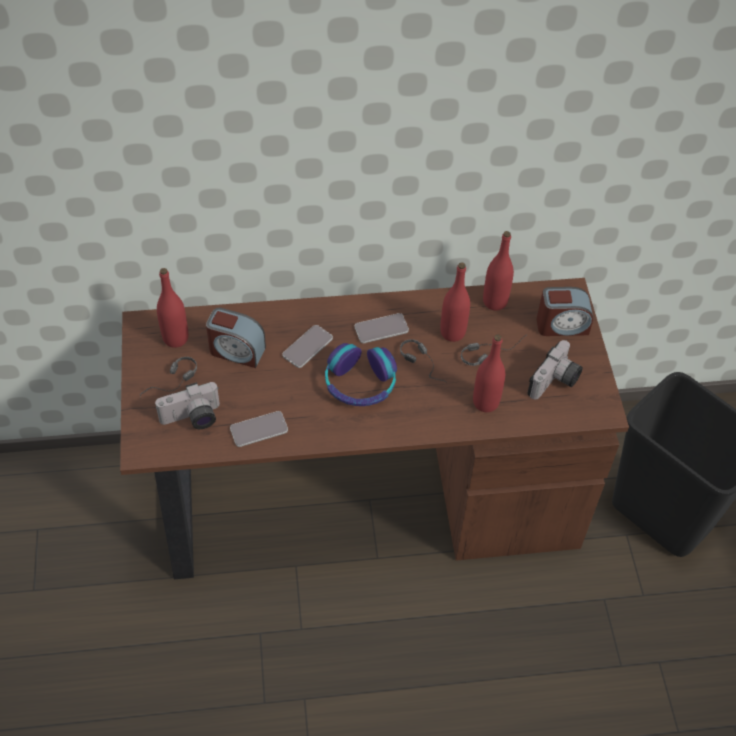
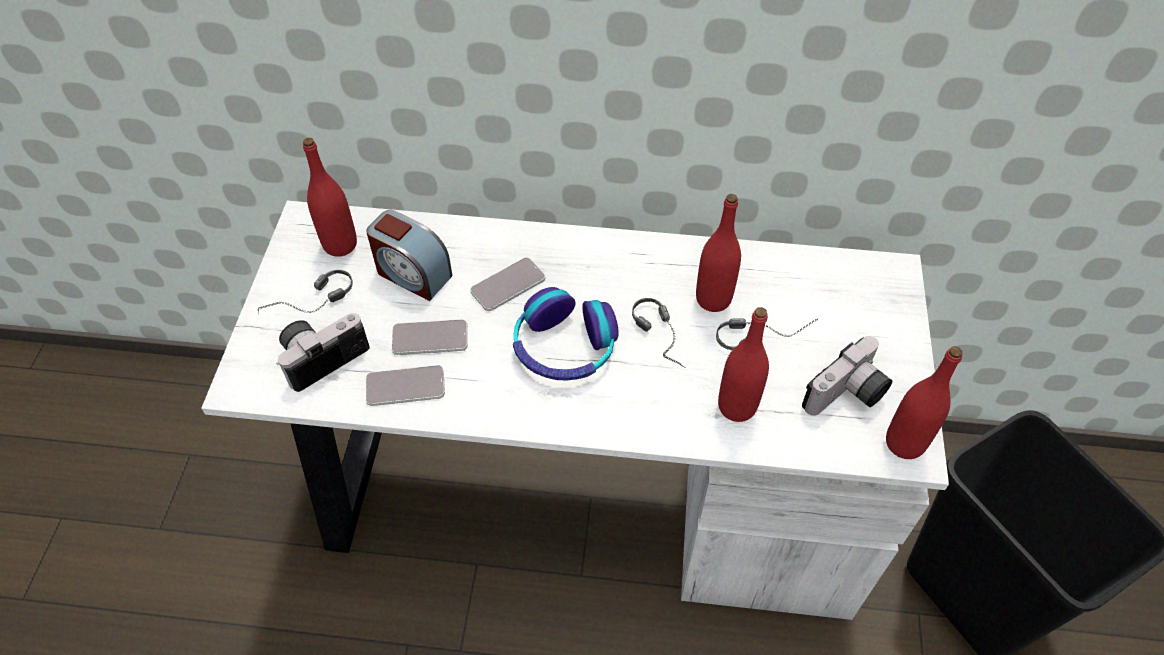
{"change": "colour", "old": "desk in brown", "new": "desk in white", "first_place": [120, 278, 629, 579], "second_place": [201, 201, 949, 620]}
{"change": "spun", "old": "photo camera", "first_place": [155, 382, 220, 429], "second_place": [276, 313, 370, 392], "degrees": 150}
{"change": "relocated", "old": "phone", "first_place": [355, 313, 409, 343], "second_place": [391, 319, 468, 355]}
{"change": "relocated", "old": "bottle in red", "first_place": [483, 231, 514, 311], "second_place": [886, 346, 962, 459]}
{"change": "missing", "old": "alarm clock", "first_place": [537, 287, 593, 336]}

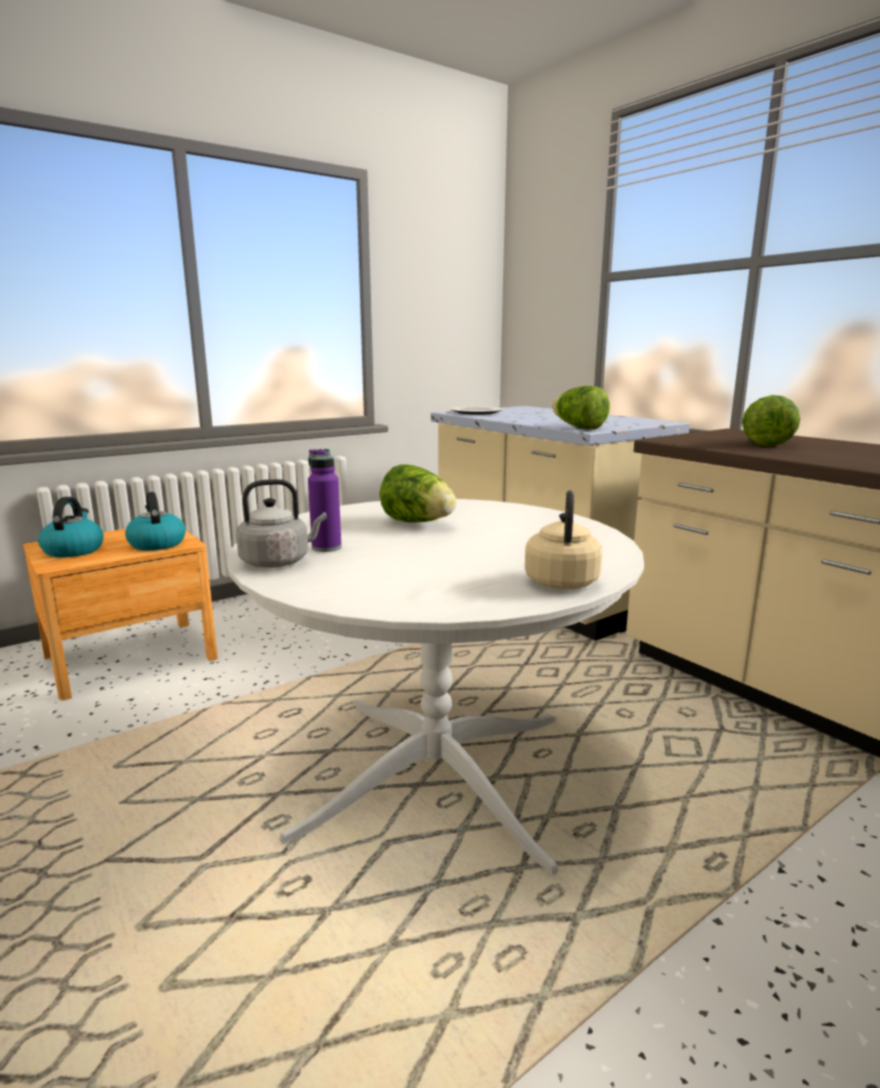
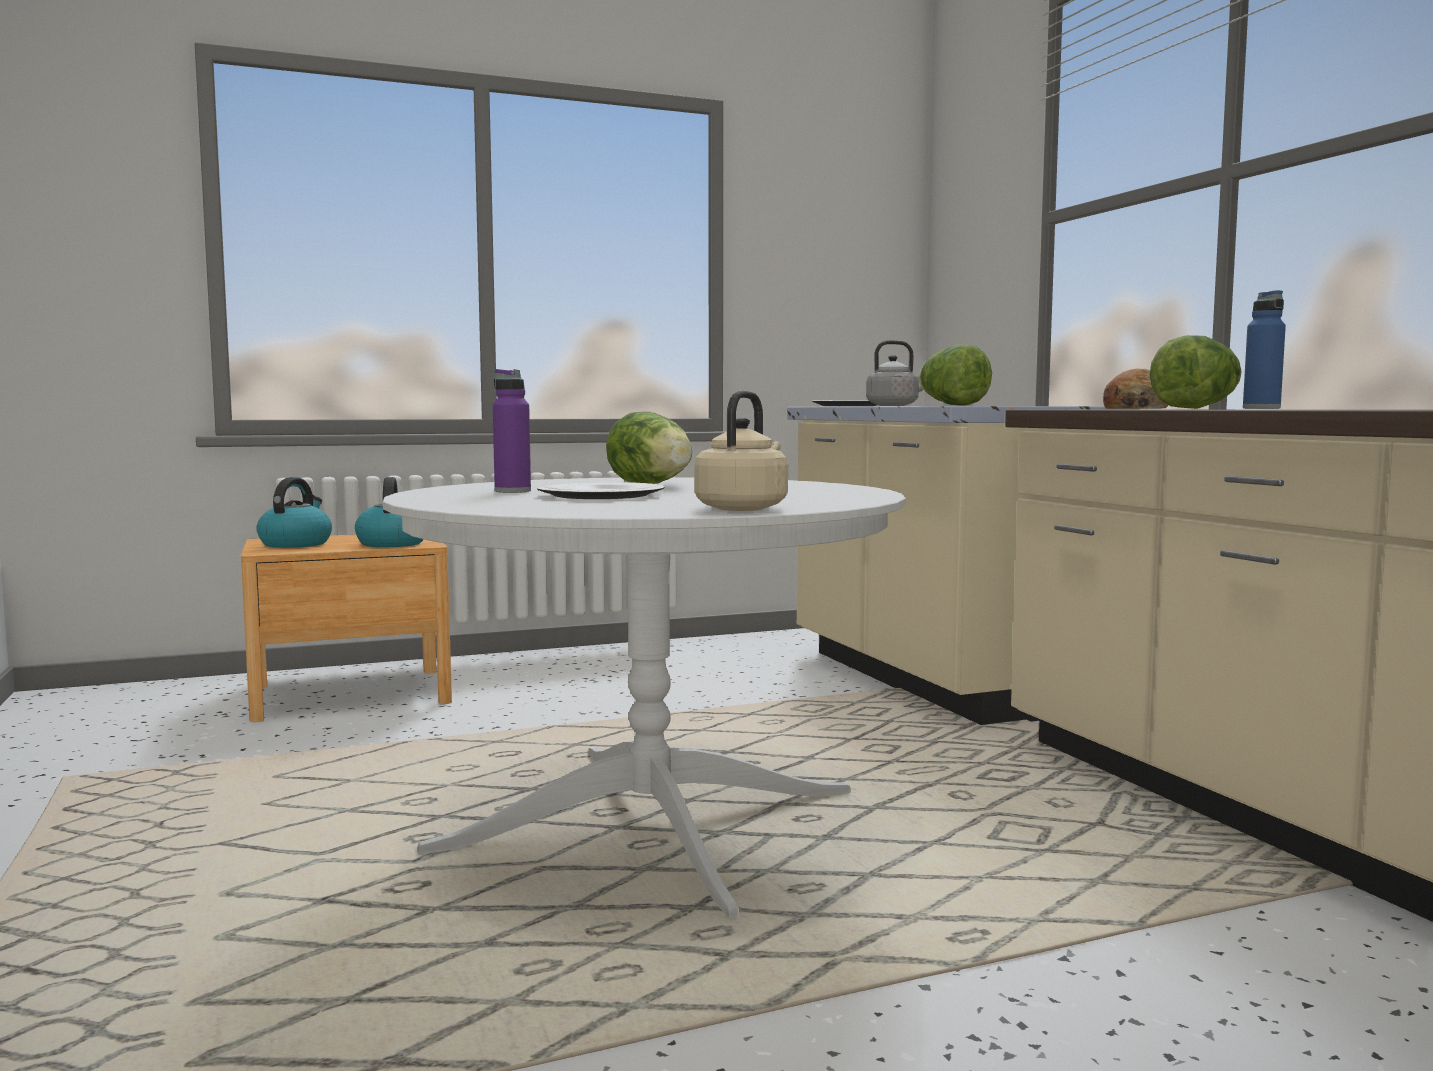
{"change": "appeared", "new": "plate", "second_place": [537, 482, 665, 499]}
{"change": "relocated", "old": "kettle in grey", "first_place": [236, 479, 327, 568], "second_place": [866, 340, 924, 406]}
{"change": "appeared", "new": "bread", "second_place": [1103, 368, 1169, 409]}
{"change": "appeared", "new": "bottle in blue", "second_place": [1243, 290, 1286, 409]}

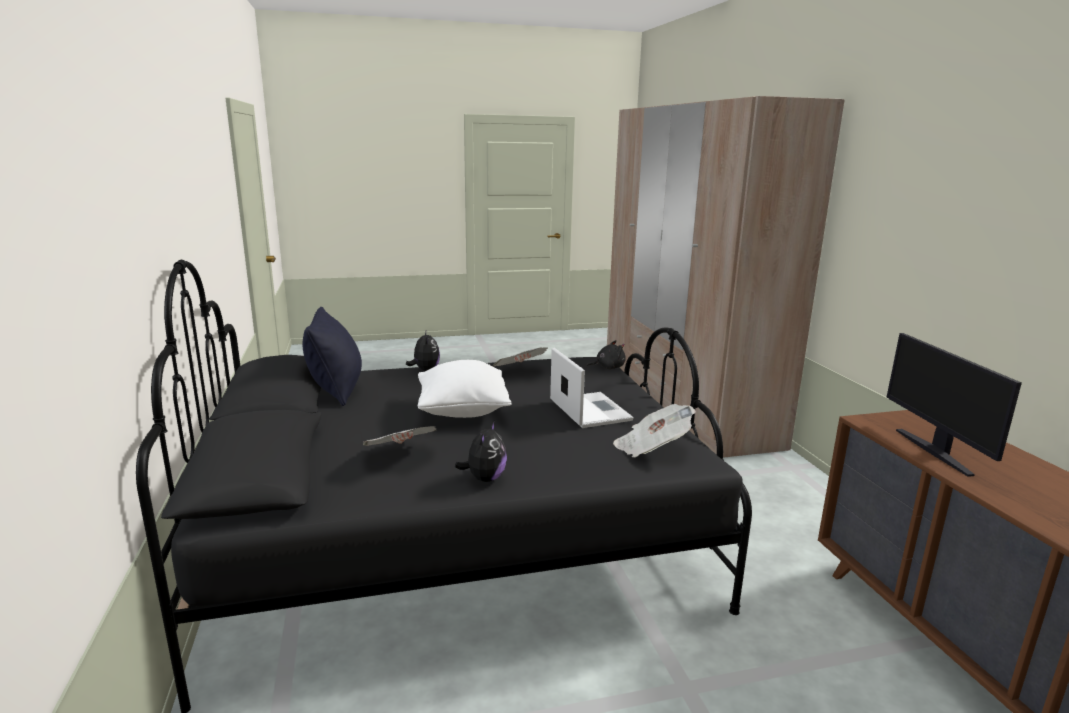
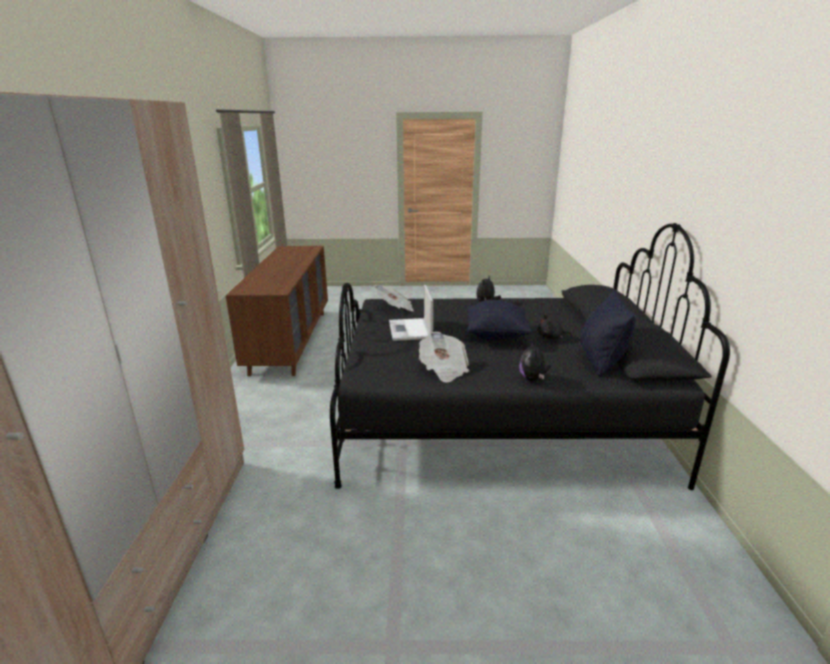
{"change": "colour", "old": "pillow in white", "new": "pillow in black", "first_place": [418, 360, 512, 418], "second_place": [467, 299, 532, 340]}
{"change": "relocated", "old": "plush toy in black", "first_place": [586, 340, 626, 369], "second_place": [538, 314, 572, 339]}
{"change": "missing", "old": "newspaper", "first_place": [363, 426, 436, 446]}
{"change": "missing", "old": "monitor", "first_place": [886, 333, 1022, 477]}

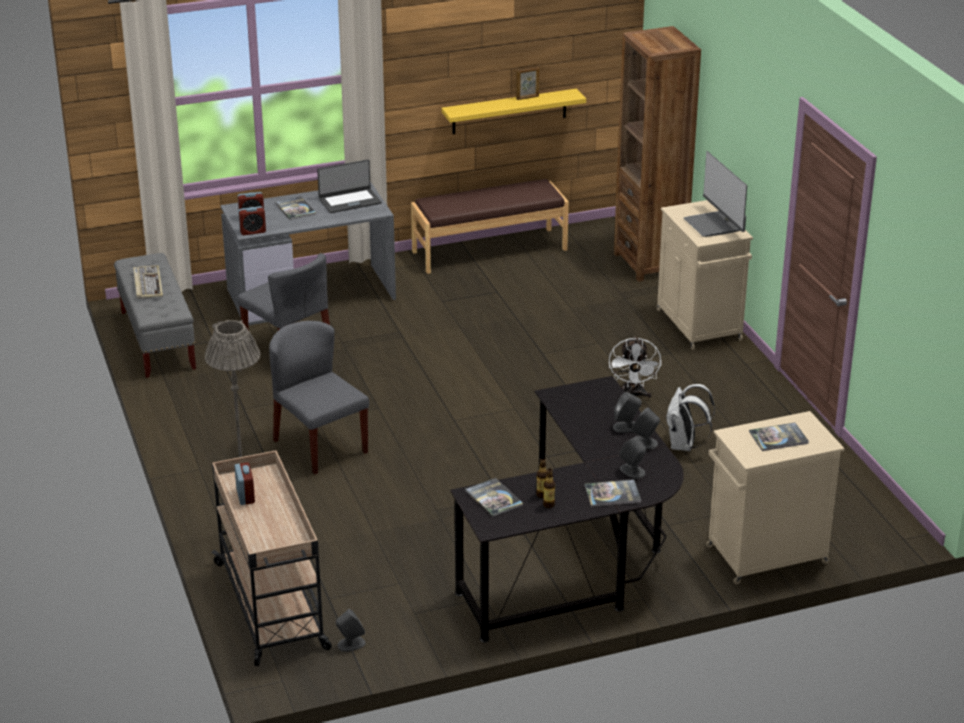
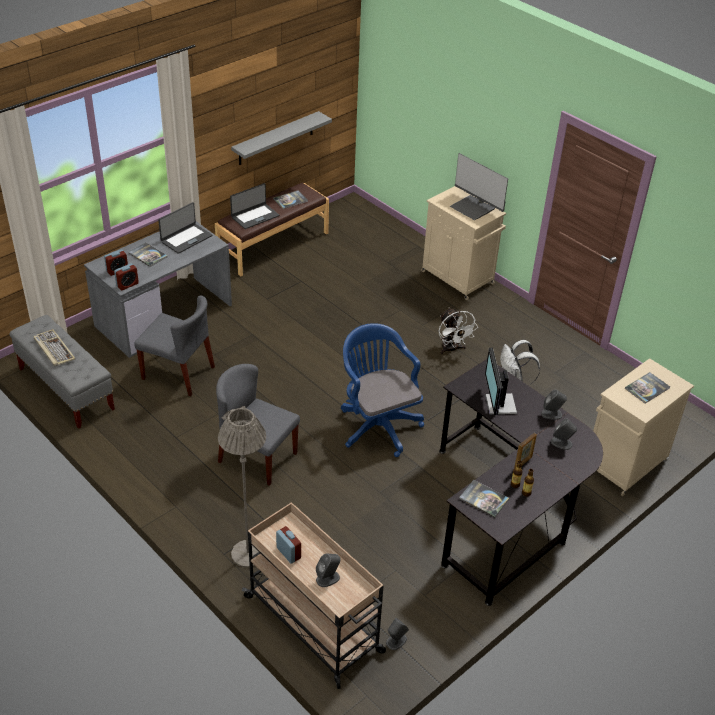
{"change": "appeared", "new": "laptop", "second_place": [230, 183, 279, 229]}
{"change": "colour", "old": "shelf in yellow", "new": "shelf in grey", "first_place": [442, 89, 586, 134], "second_place": [231, 111, 332, 165]}
{"change": "relocated", "old": "book", "first_place": [584, 479, 641, 507], "second_place": [273, 190, 308, 209]}
{"change": "relocated", "old": "speaker in grey", "first_place": [613, 392, 642, 433], "second_place": [316, 554, 341, 587]}
{"change": "appeared", "new": "office chair in blue", "second_place": [341, 323, 424, 457]}
{"change": "appeared", "new": "monitor", "second_place": [485, 348, 517, 415]}
{"change": "relocated", "old": "picture frame", "first_place": [516, 67, 539, 100], "second_place": [514, 433, 537, 468]}
{"change": "missing", "old": "bookcase in brown", "first_place": [614, 26, 701, 282]}

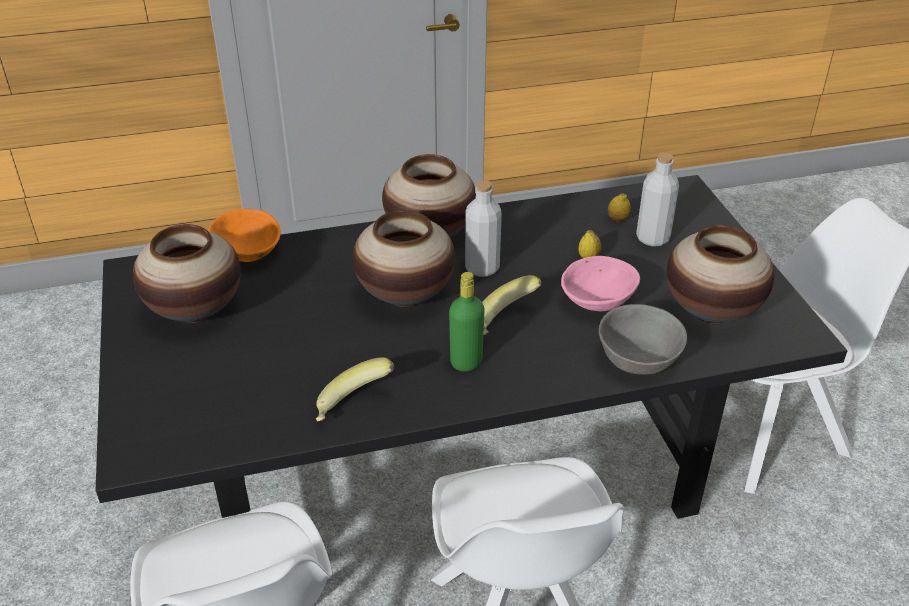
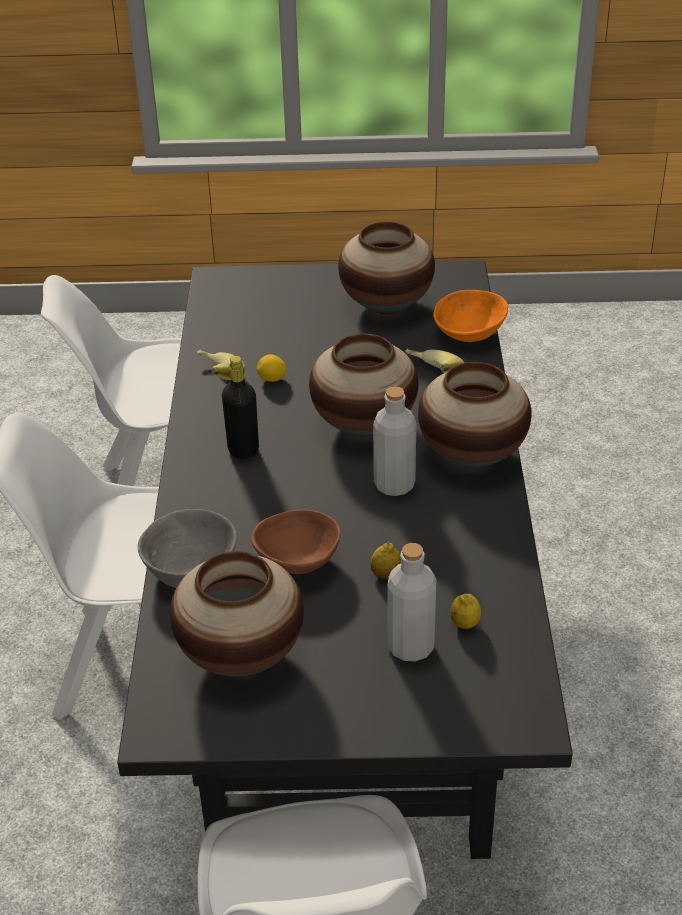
{"change": "colour", "old": "bottle in green", "new": "bottle in black", "first_place": [449, 272, 485, 372], "second_place": [222, 356, 259, 459]}
{"change": "colour", "old": "bowl in pink", "new": "bowl in brown", "first_place": [561, 256, 640, 311], "second_place": [251, 509, 341, 574]}
{"change": "appeared", "new": "lemon", "second_place": [257, 354, 287, 382]}
{"change": "relocated", "old": "banana", "first_place": [482, 275, 542, 335], "second_place": [405, 349, 464, 373]}

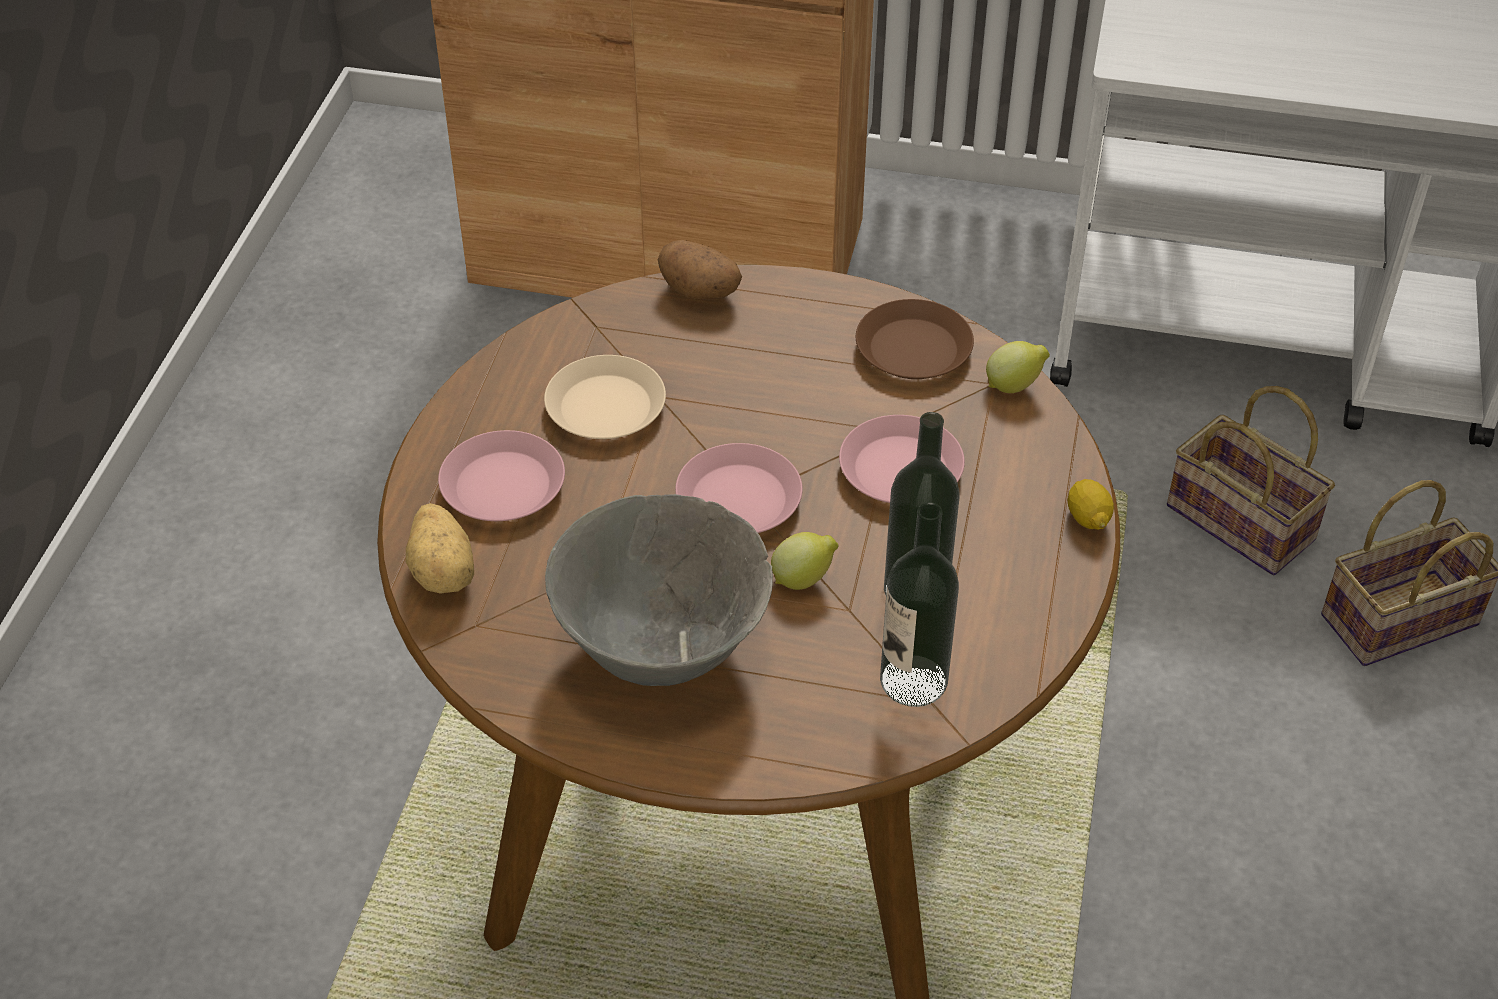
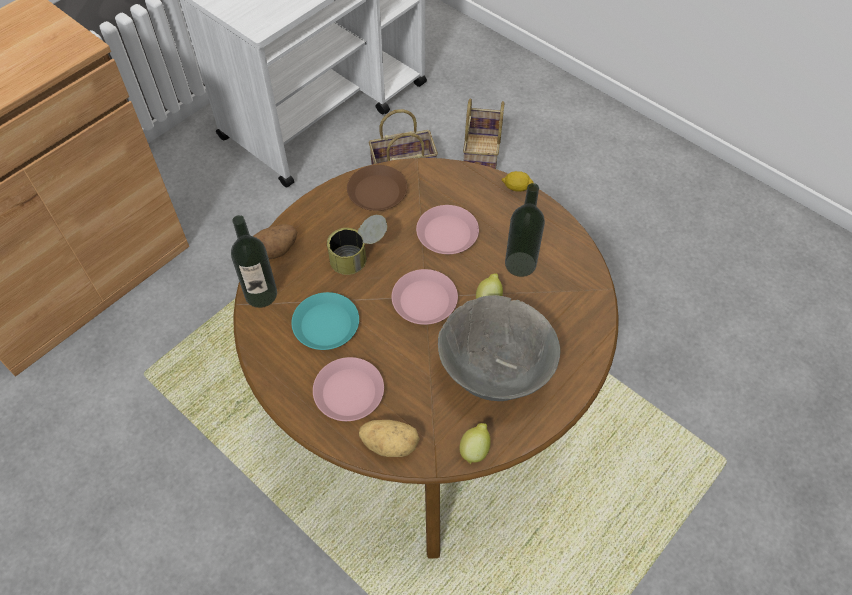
{"change": "relocated", "old": "bottle", "first_place": [880, 502, 959, 707], "second_place": [231, 215, 277, 308]}
{"change": "colour", "old": "plate in beige", "new": "plate in turquoise", "first_place": [544, 355, 666, 439], "second_place": [291, 292, 359, 350]}
{"change": "appeared", "new": "can", "second_place": [327, 215, 387, 275]}
{"change": "relocated", "old": "lemon", "first_place": [986, 341, 1050, 393], "second_place": [459, 423, 491, 464]}

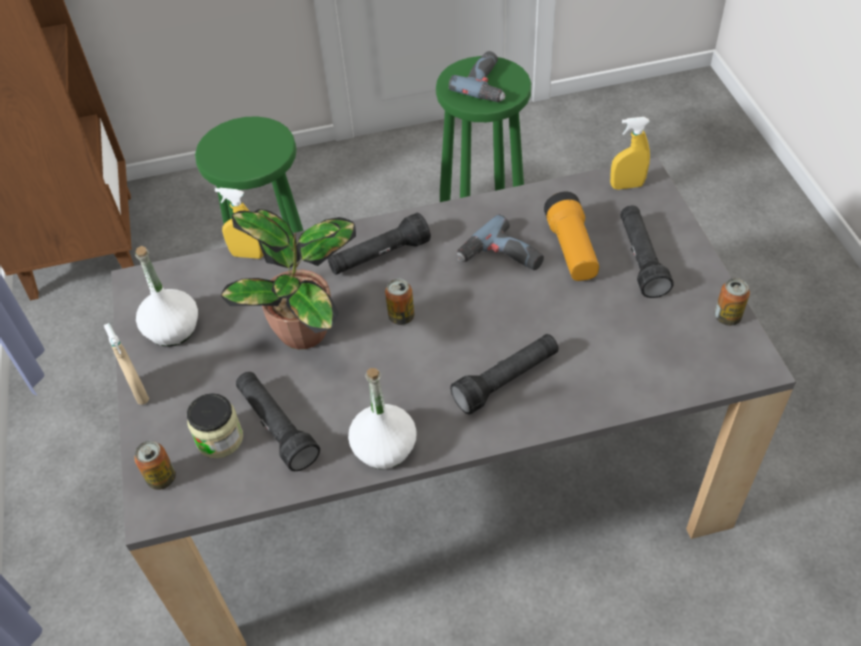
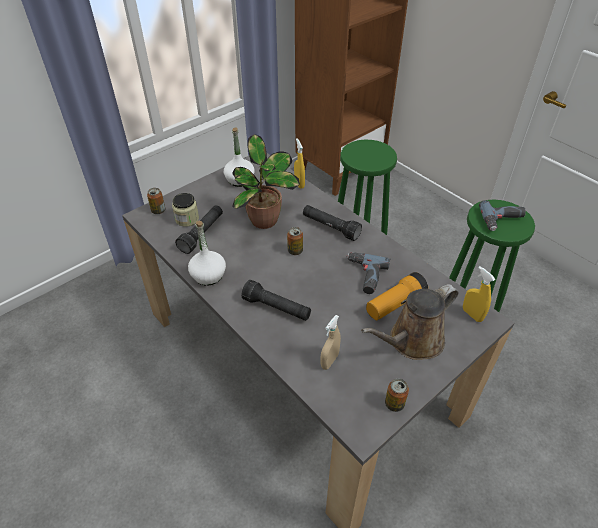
{"change": "relocated", "old": "spray bottle in beige", "first_place": [104, 323, 149, 405], "second_place": [320, 315, 341, 370]}
{"change": "exchanged", "old": "flashlight in black", "new": "watering can in brown", "first_place": [620, 206, 674, 298], "second_place": [361, 284, 458, 360]}

